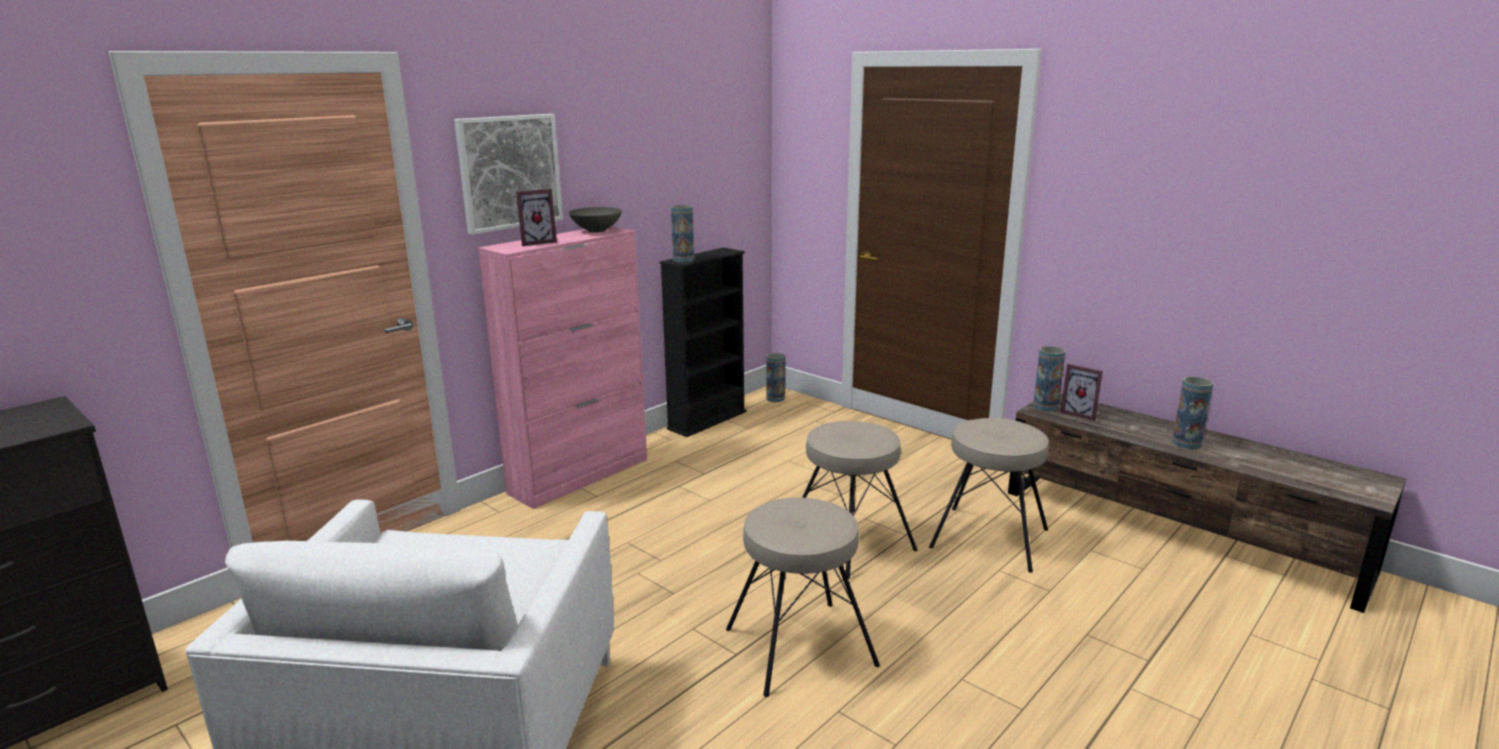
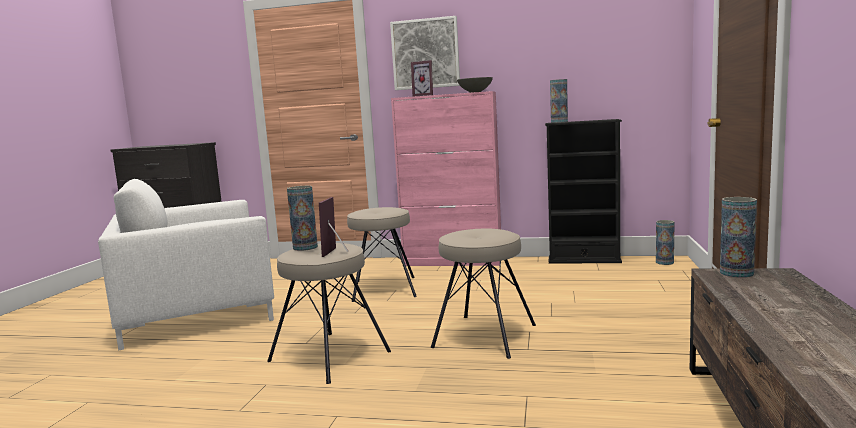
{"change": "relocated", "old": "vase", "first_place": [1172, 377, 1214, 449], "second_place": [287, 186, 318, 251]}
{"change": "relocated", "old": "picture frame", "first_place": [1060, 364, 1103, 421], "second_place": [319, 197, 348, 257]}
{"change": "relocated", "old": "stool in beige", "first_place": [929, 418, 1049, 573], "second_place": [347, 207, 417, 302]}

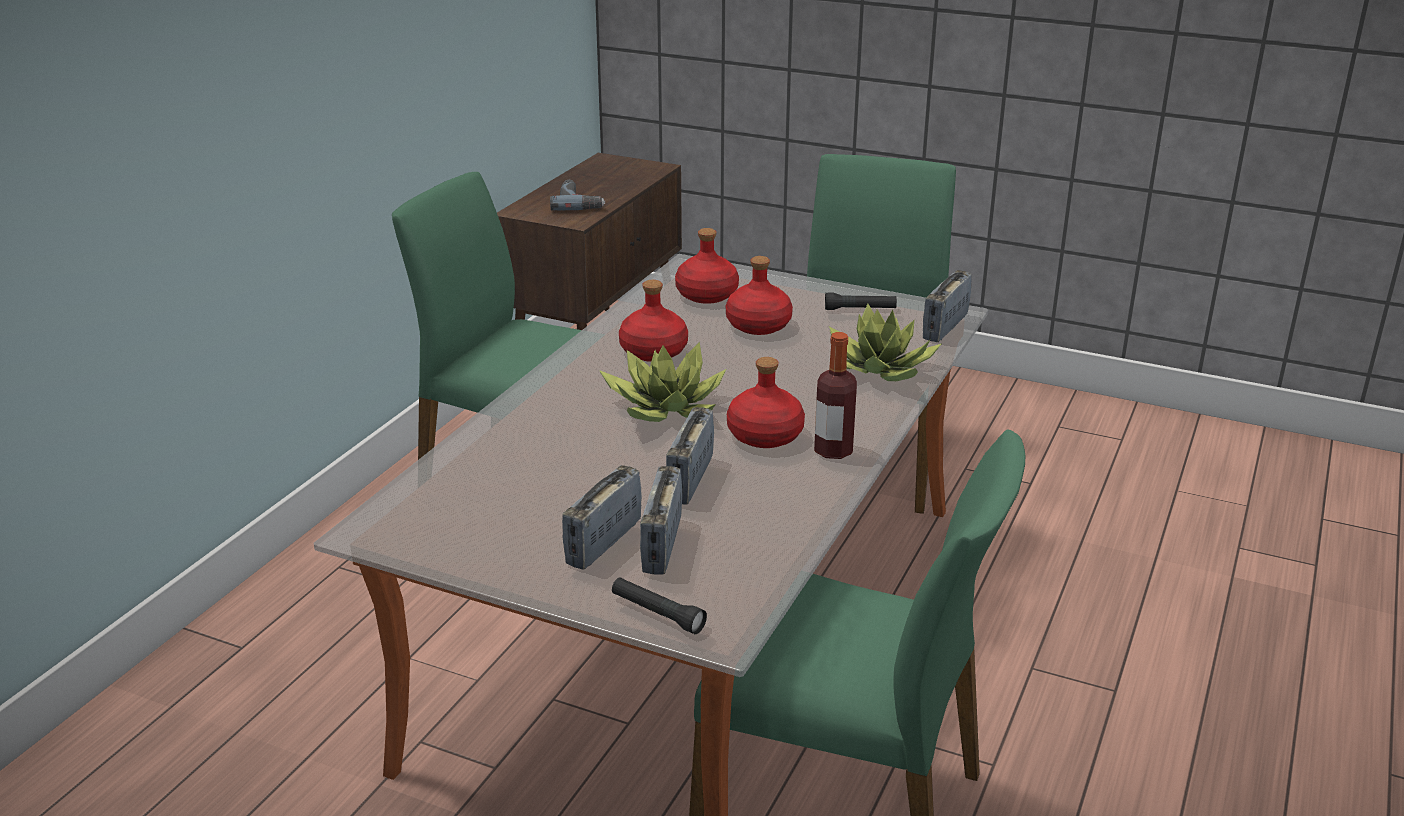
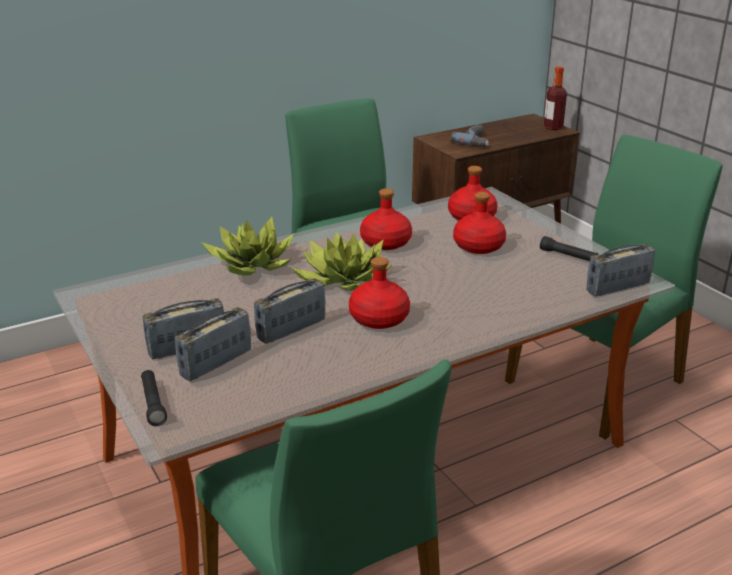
{"change": "relocated", "old": "potted plant", "first_place": [829, 304, 941, 381], "second_place": [201, 217, 293, 276]}
{"change": "relocated", "old": "bottle", "first_place": [814, 332, 857, 459], "second_place": [544, 67, 567, 130]}

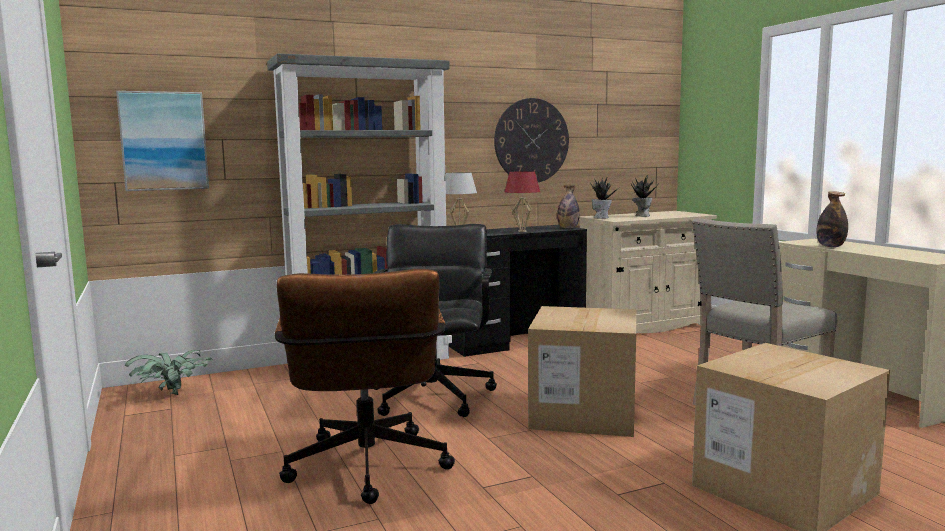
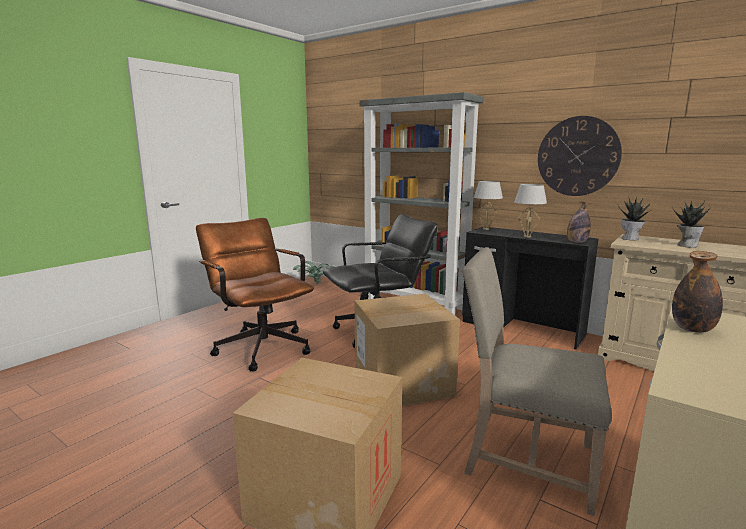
{"change": "spun", "old": "office chair in brown", "first_place": [275, 269, 455, 504], "second_place": [196, 218, 314, 372], "degrees": 90}
{"change": "colour", "old": "table lamp in red", "new": "table lamp in white", "first_place": [505, 171, 540, 232], "second_place": [514, 184, 547, 238]}
{"change": "missing", "old": "picture", "first_place": [116, 91, 209, 191]}

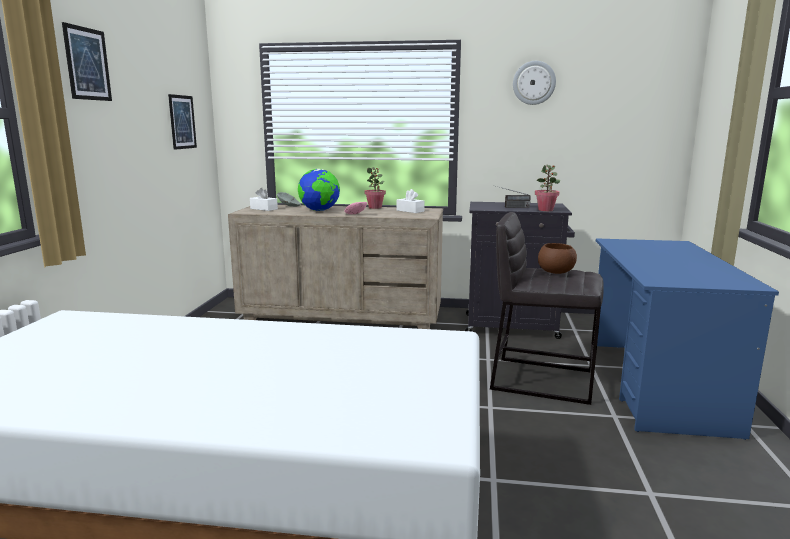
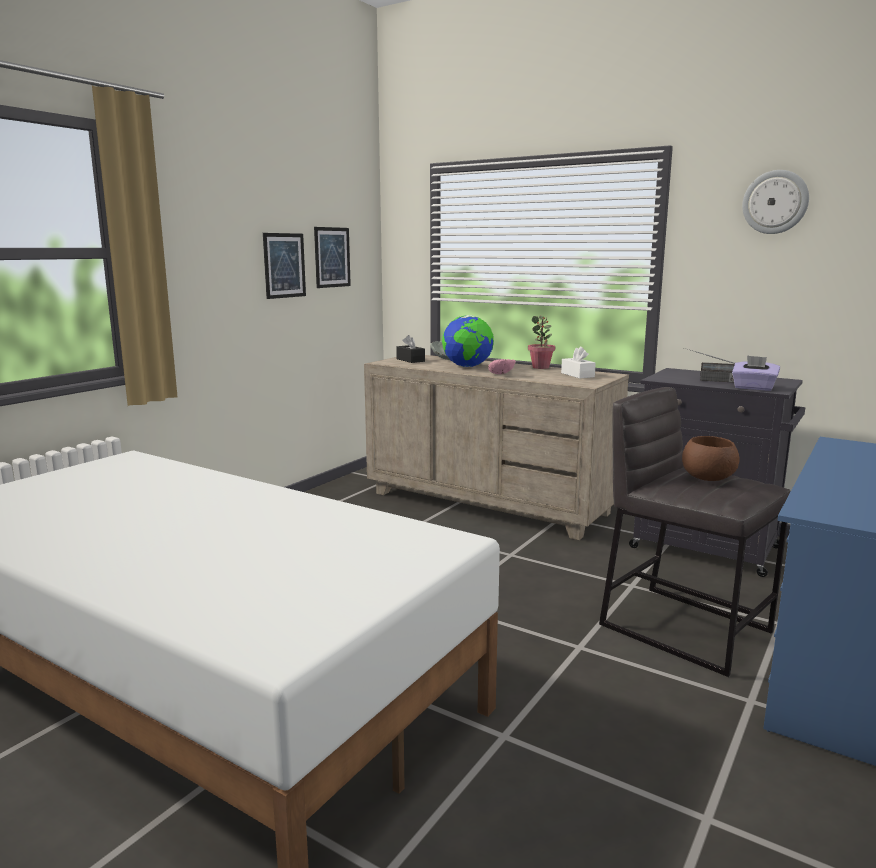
{"change": "relocated", "old": "picture", "first_place": [62, 22, 112, 101], "second_place": [263, 233, 306, 299]}
{"change": "colour", "old": "tissue box in white", "new": "tissue box in black", "first_place": [250, 188, 278, 211], "second_place": [396, 335, 425, 363]}
{"change": "exchanged", "old": "potted plant", "new": "tissue box in purple", "first_place": [535, 164, 560, 211], "second_place": [732, 355, 780, 391]}

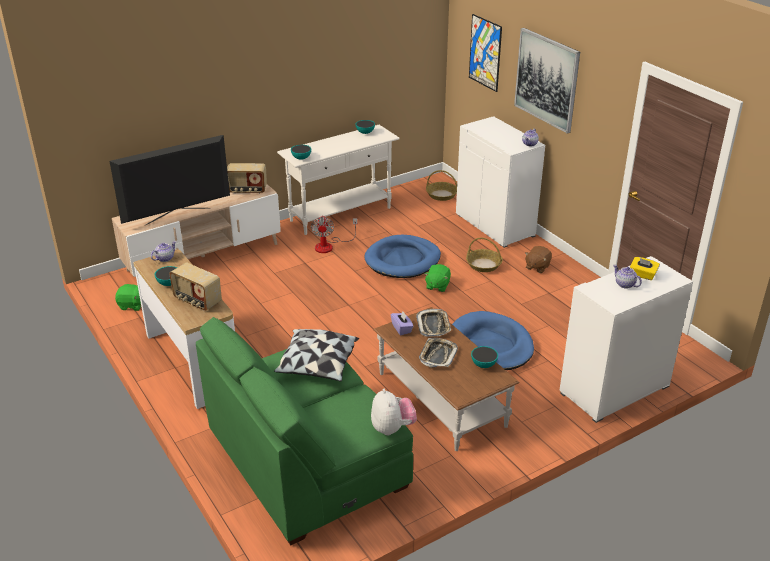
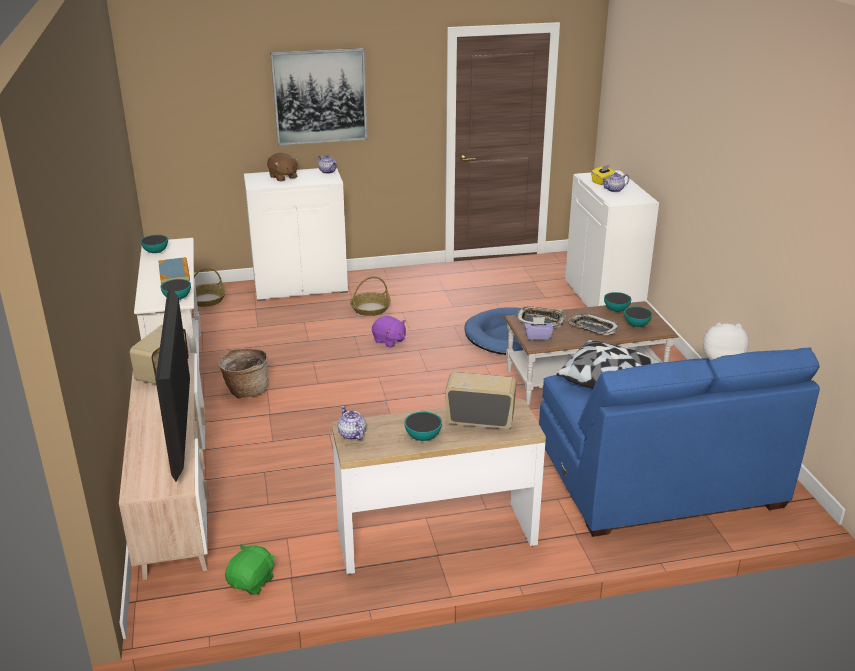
{"change": "appeared", "new": "book", "second_place": [158, 257, 190, 284]}
{"change": "exchanged", "old": "fan", "new": "basket", "first_place": [311, 215, 358, 253], "second_place": [218, 348, 269, 399]}
{"change": "relocated", "old": "plush toy in brown", "first_place": [525, 246, 552, 273], "second_place": [267, 153, 299, 182]}
{"change": "colour", "old": "plush toy in green", "new": "plush toy in purple", "first_place": [424, 264, 451, 292], "second_place": [372, 316, 406, 347]}
{"change": "spun", "old": "radio", "first_place": [169, 262, 222, 311], "second_place": [445, 372, 517, 429], "degrees": -135}
{"change": "colour", "old": "sofa in green", "new": "sofa in blue", "first_place": [196, 317, 413, 545], "second_place": [539, 348, 820, 537]}
{"change": "appeared", "new": "bowl", "second_place": [624, 307, 653, 327]}
{"change": "missing", "old": "dog bed in blue", "first_place": [364, 235, 441, 278]}
{"change": "missing", "old": "picture", "first_place": [469, 14, 502, 92]}

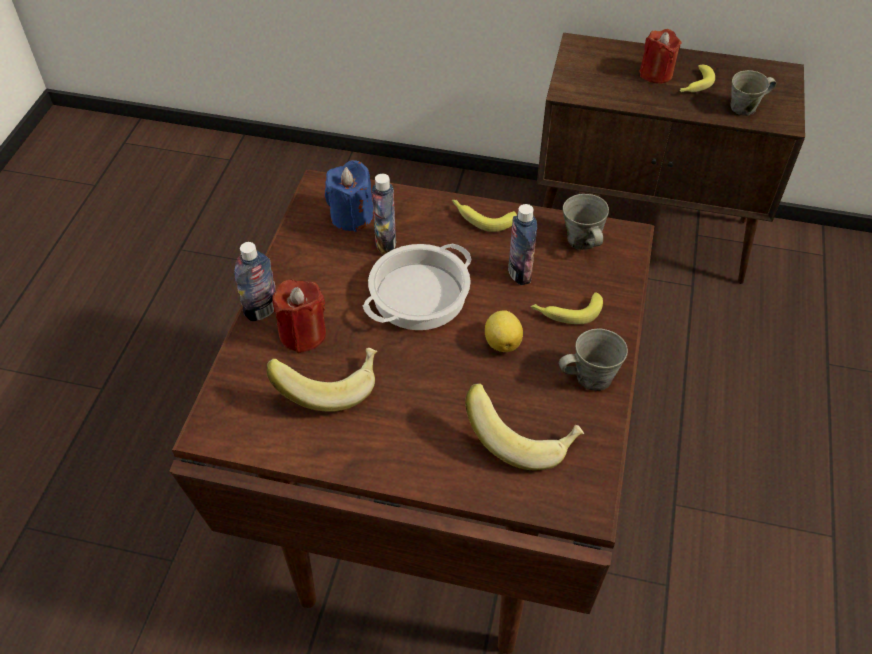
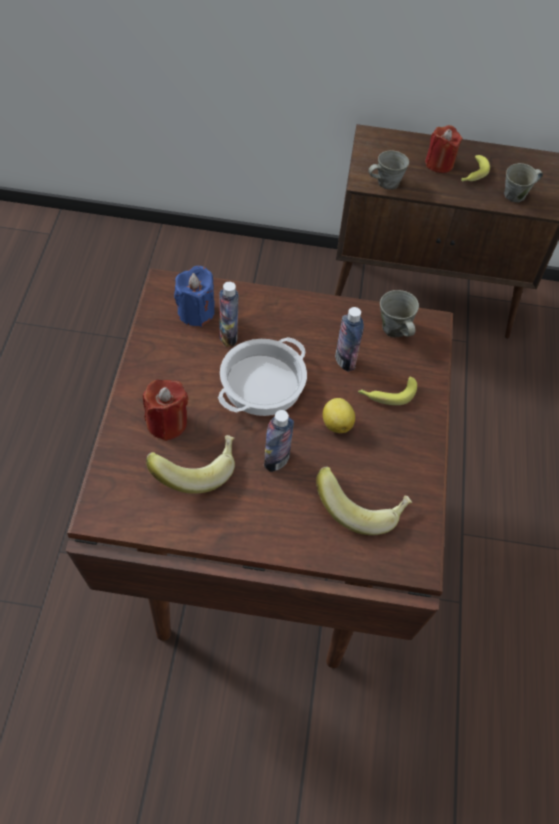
{"change": "relocated", "old": "bottle", "first_place": [235, 242, 276, 322], "second_place": [264, 410, 294, 472]}
{"change": "relocated", "old": "mug in grey", "first_place": [559, 329, 628, 391], "second_place": [368, 150, 409, 190]}
{"change": "missing", "old": "banana", "first_place": [452, 200, 517, 232]}

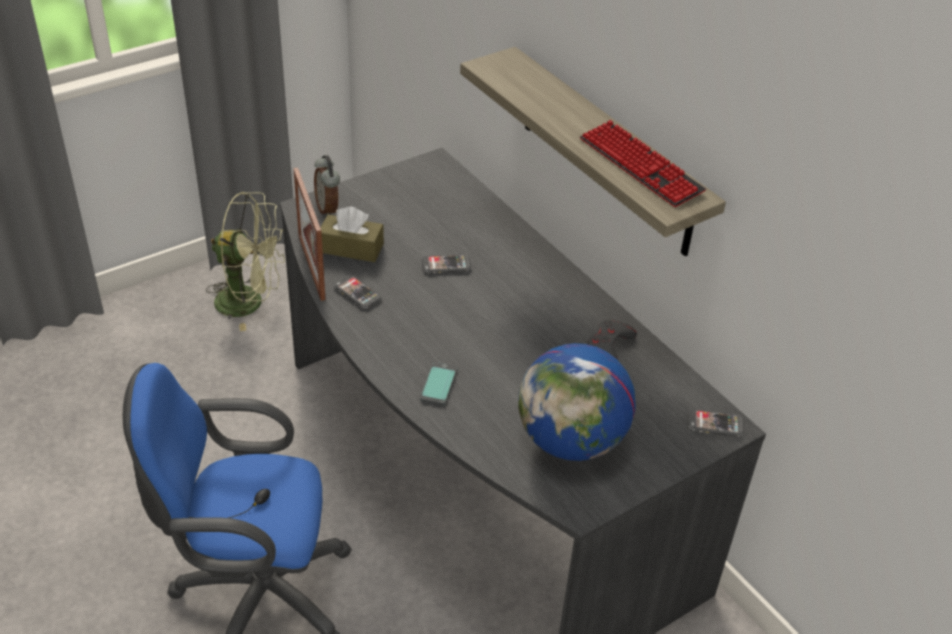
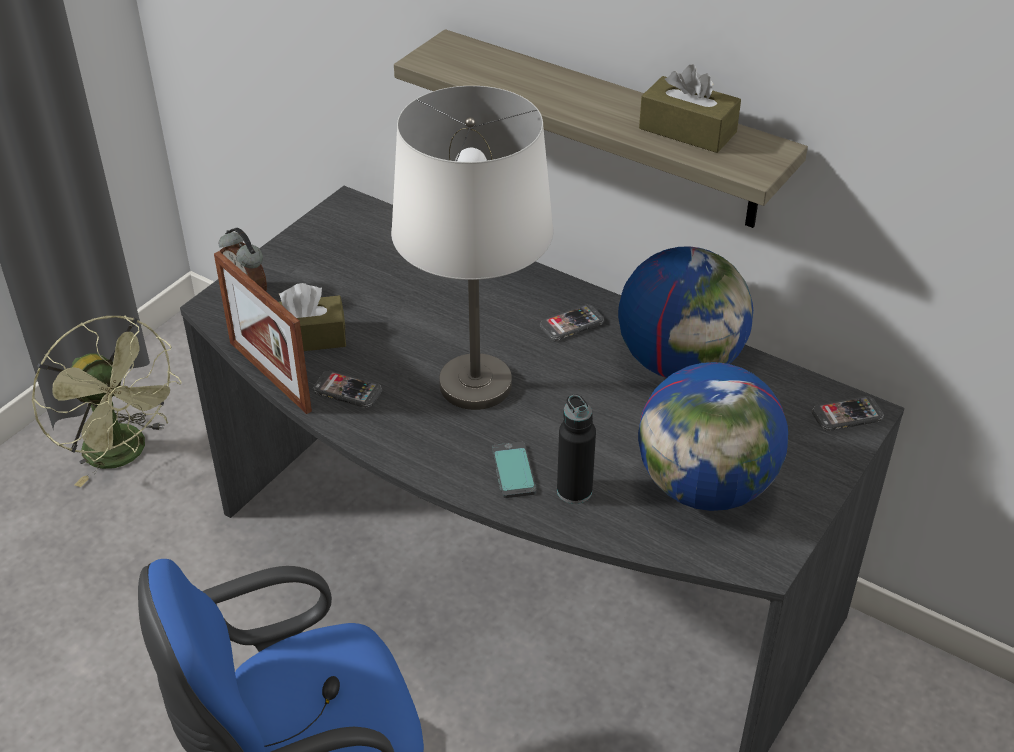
{"change": "spun", "old": "fan in green", "first_place": [206, 192, 285, 331], "second_place": [31, 316, 182, 487], "degrees": 60}
{"change": "appeared", "new": "table lamp in white", "second_place": [391, 86, 553, 410]}
{"change": "relocated", "old": "phone", "first_place": [422, 254, 471, 274], "second_place": [540, 304, 604, 341]}
{"change": "appeared", "new": "bottle in black", "second_place": [557, 394, 596, 504]}
{"change": "exchanged", "old": "game controller in grey", "new": "globe", "first_place": [587, 320, 637, 360], "second_place": [618, 246, 753, 378]}
{"change": "exchanged", "old": "keyboard", "new": "tissue box in brown", "first_place": [580, 120, 706, 207], "second_place": [639, 65, 741, 153]}

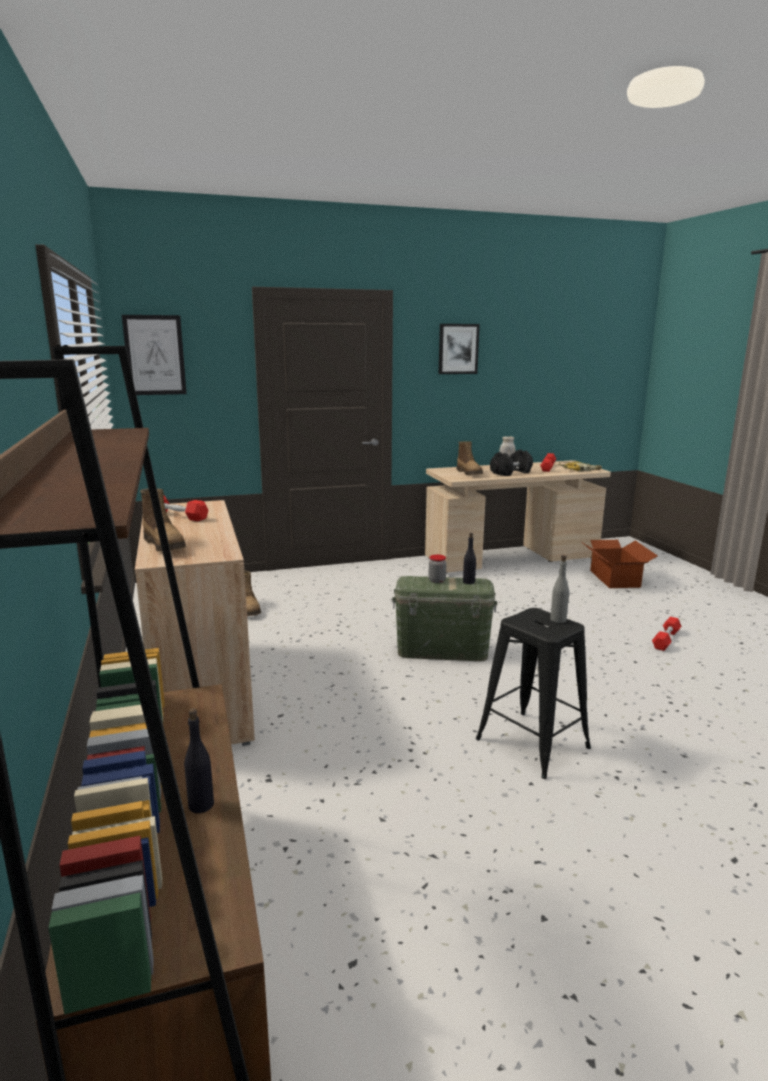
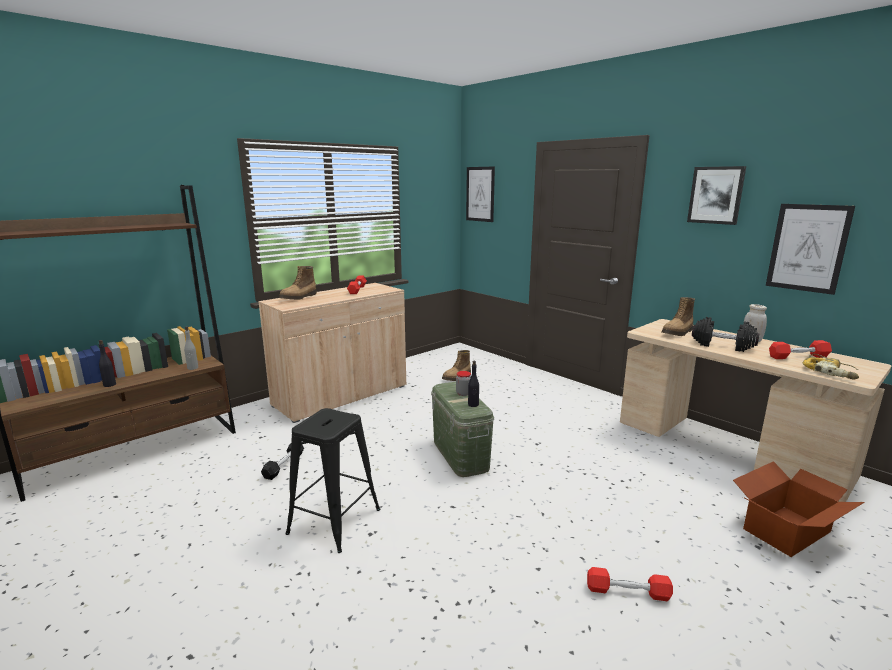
{"change": "relocated", "old": "bottle in grey", "first_place": [550, 555, 569, 623], "second_place": [184, 327, 198, 370]}
{"change": "appeared", "new": "dumbbell in black", "second_place": [261, 444, 304, 480]}
{"change": "appeared", "new": "picture", "second_place": [766, 204, 855, 295]}

